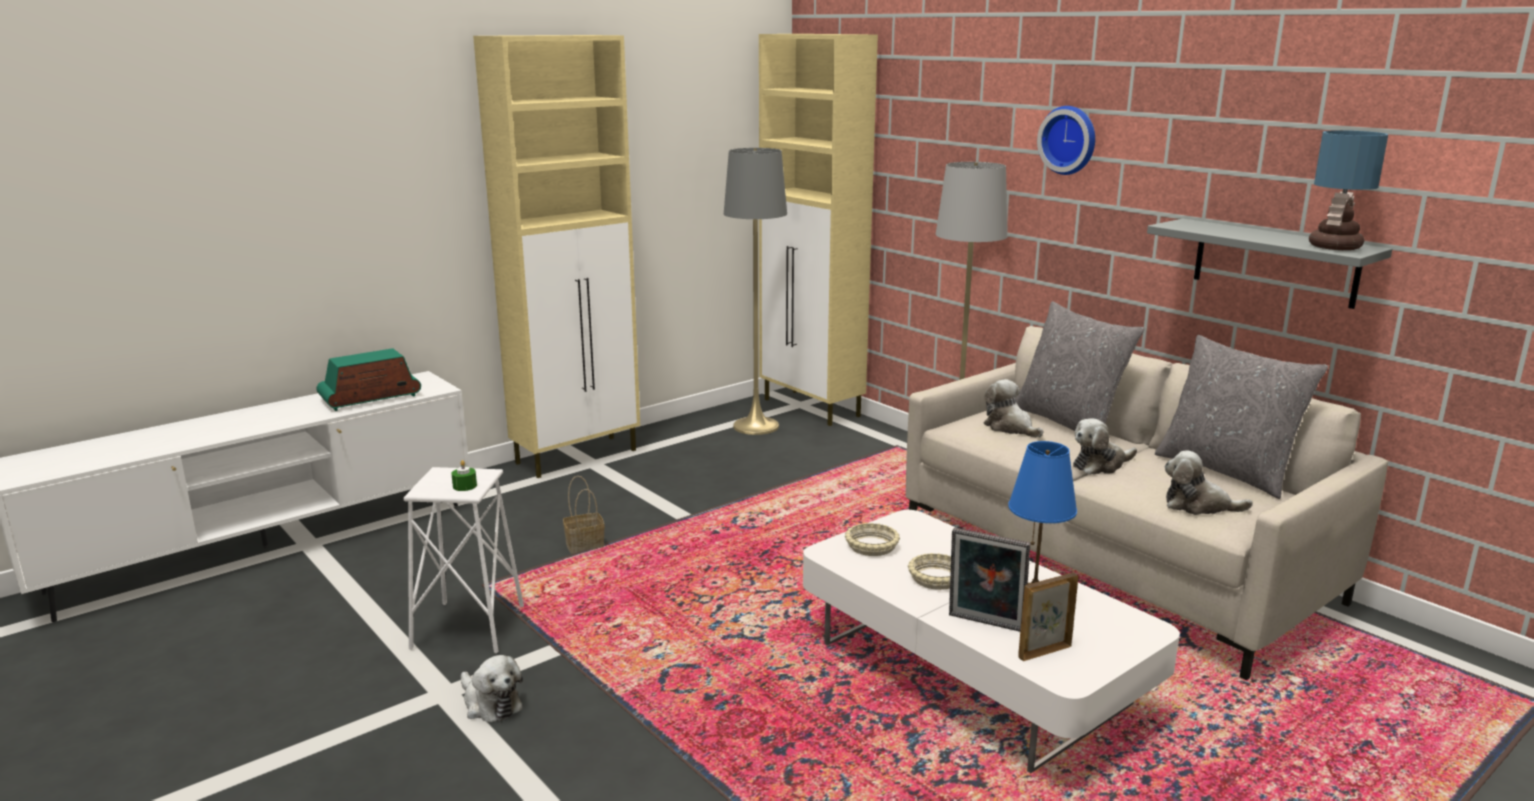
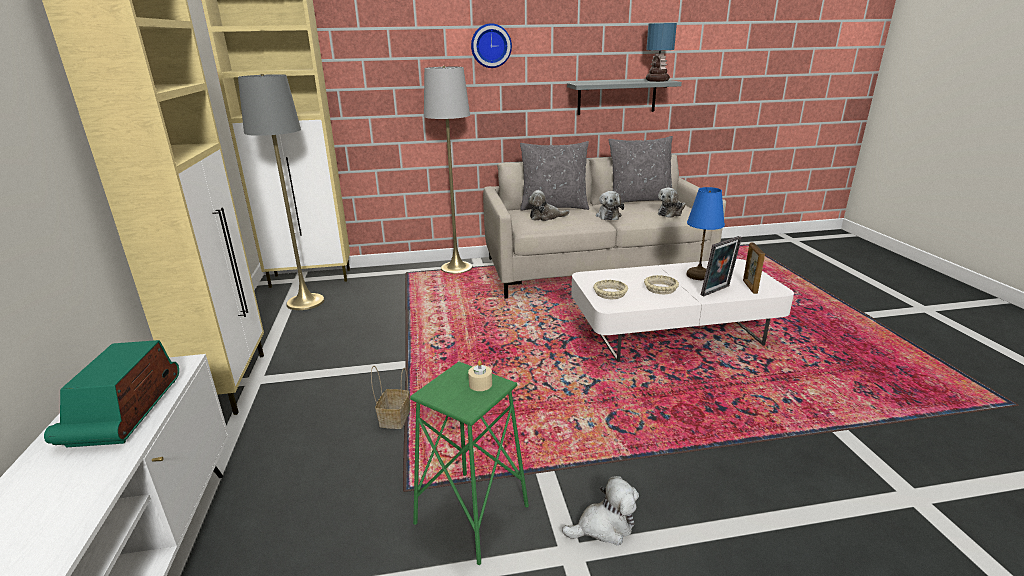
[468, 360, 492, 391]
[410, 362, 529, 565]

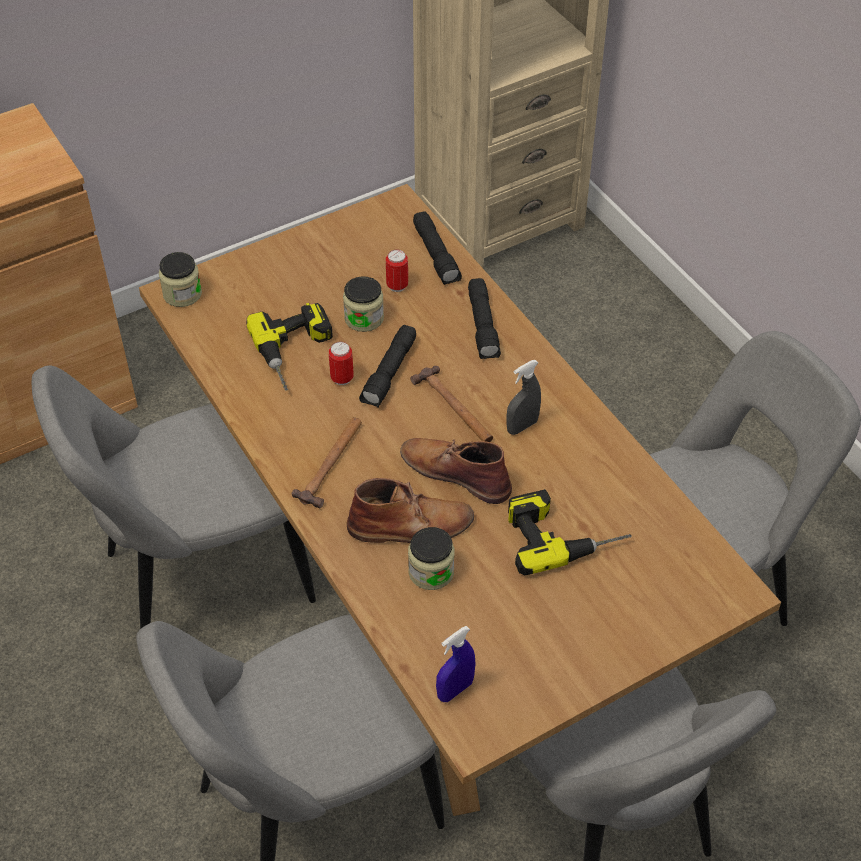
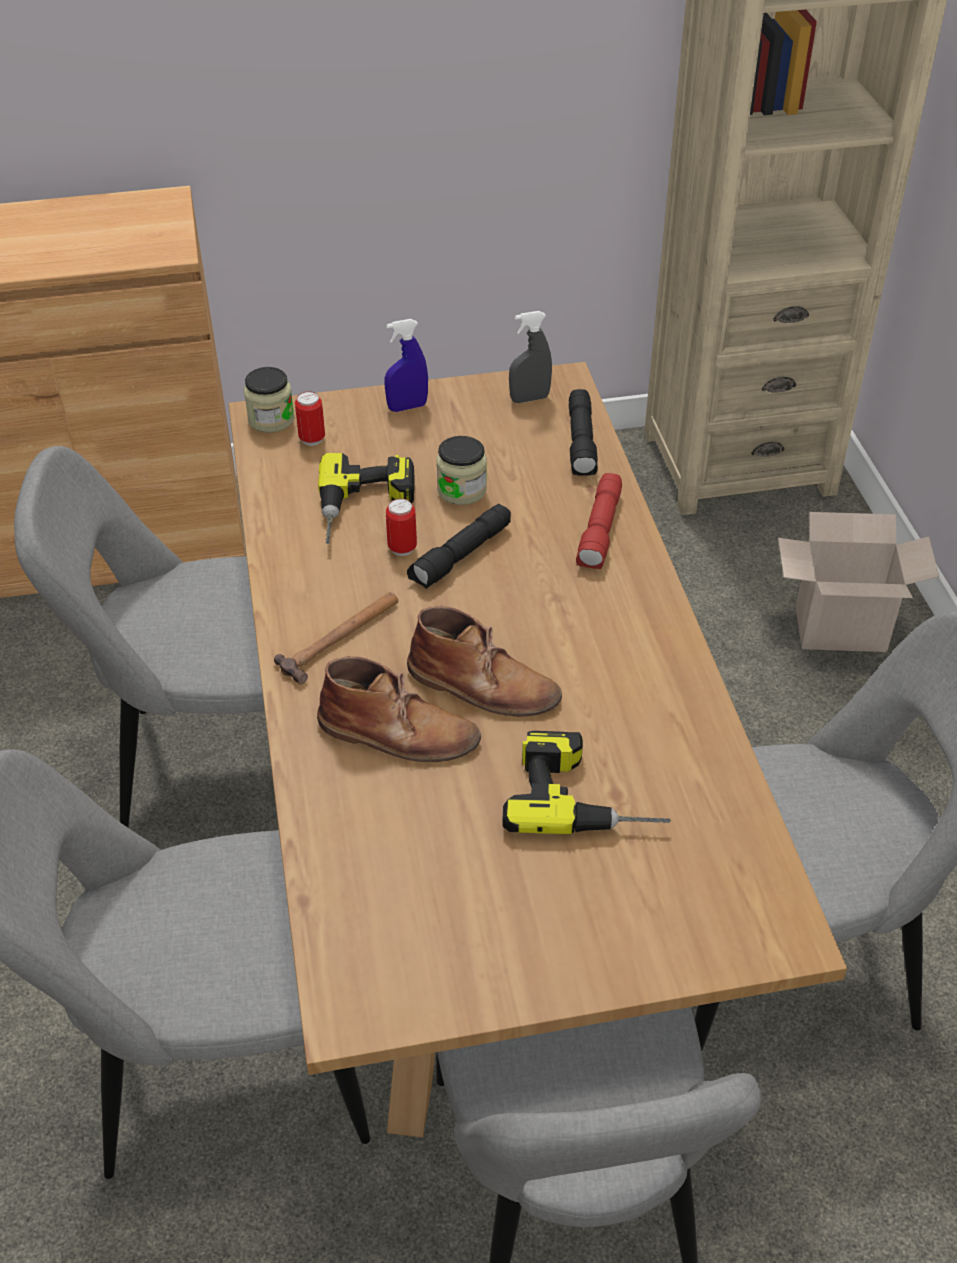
[295, 391, 325, 446]
[576, 473, 622, 569]
[509, 311, 552, 403]
[410, 366, 493, 442] (first image)
[407, 606, 562, 717]
[408, 527, 455, 590] (first image)
[385, 319, 428, 412]
[778, 512, 939, 652]

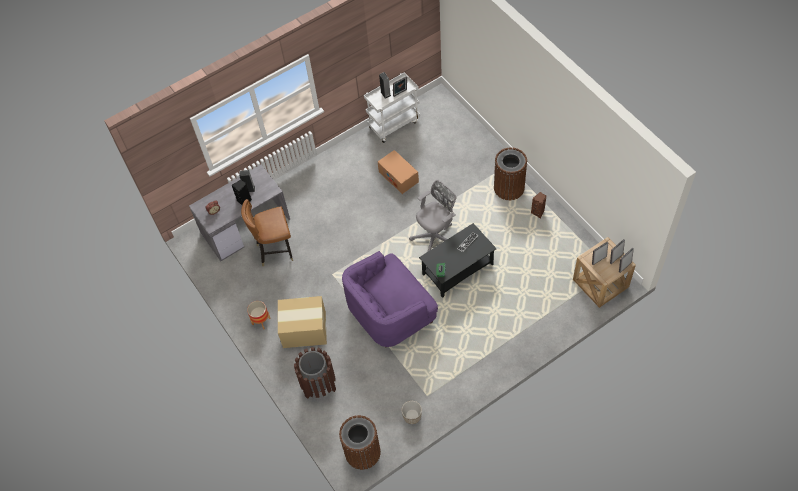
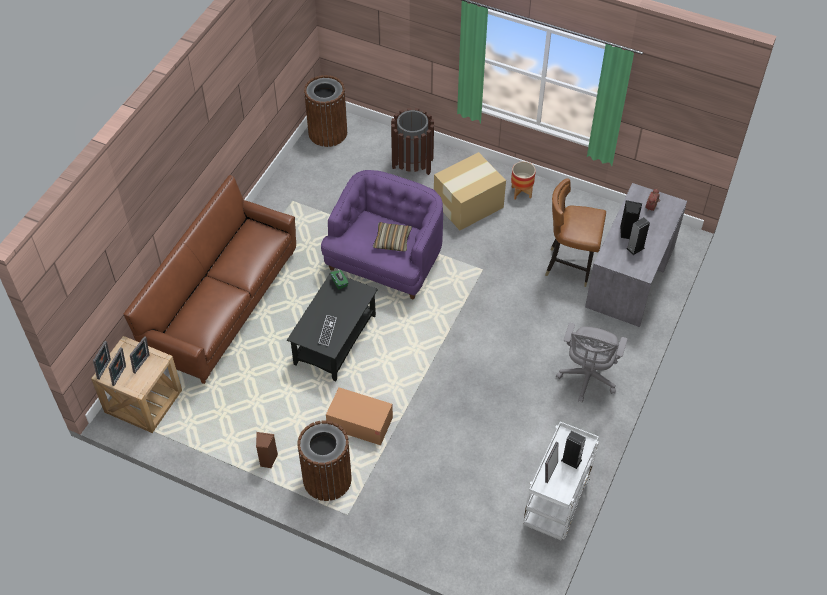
[326, 387, 393, 445]
[556, 323, 627, 402]
[545, 179, 606, 287]
[402, 401, 422, 424] (first image)
[124, 175, 296, 384]
[373, 222, 412, 252]

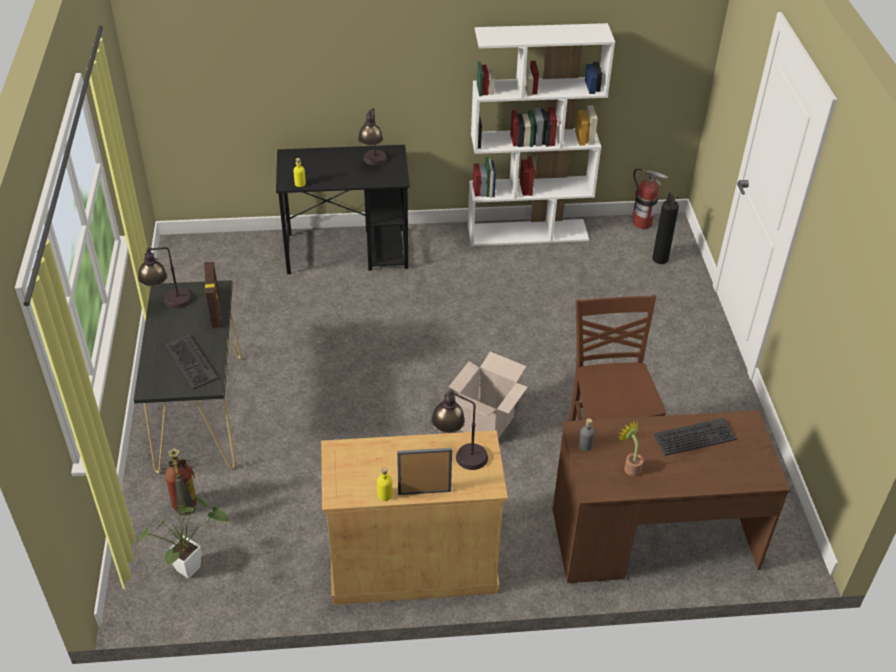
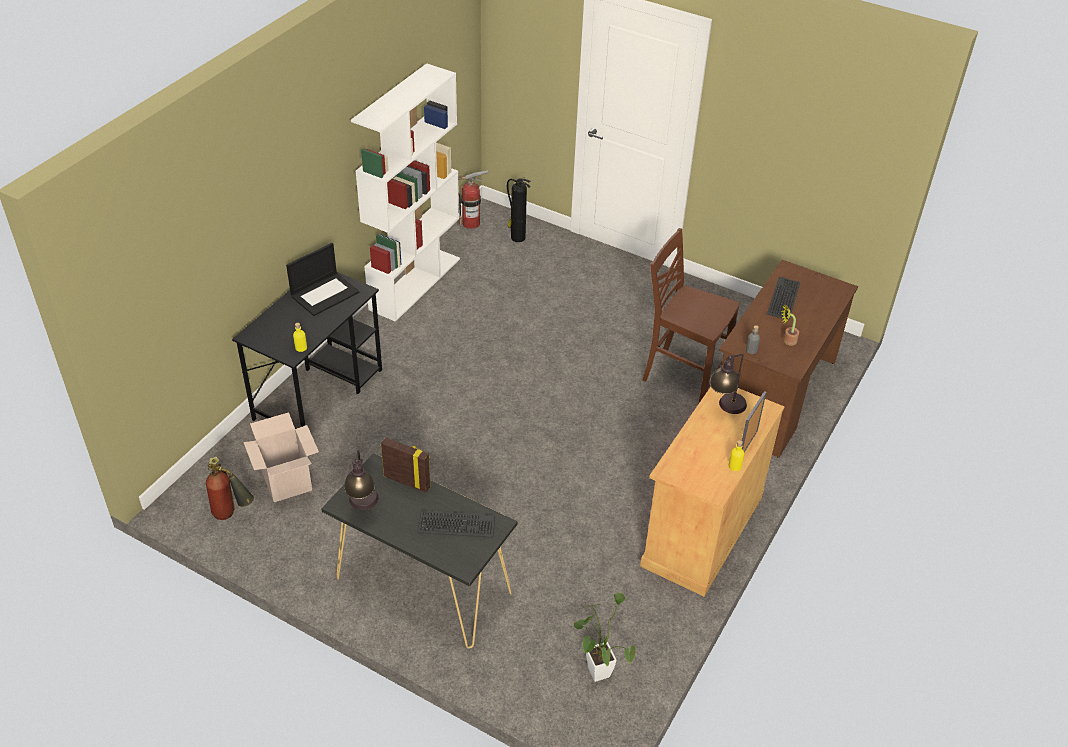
[286, 243, 359, 316]
[243, 412, 319, 502]
[206, 457, 254, 520]

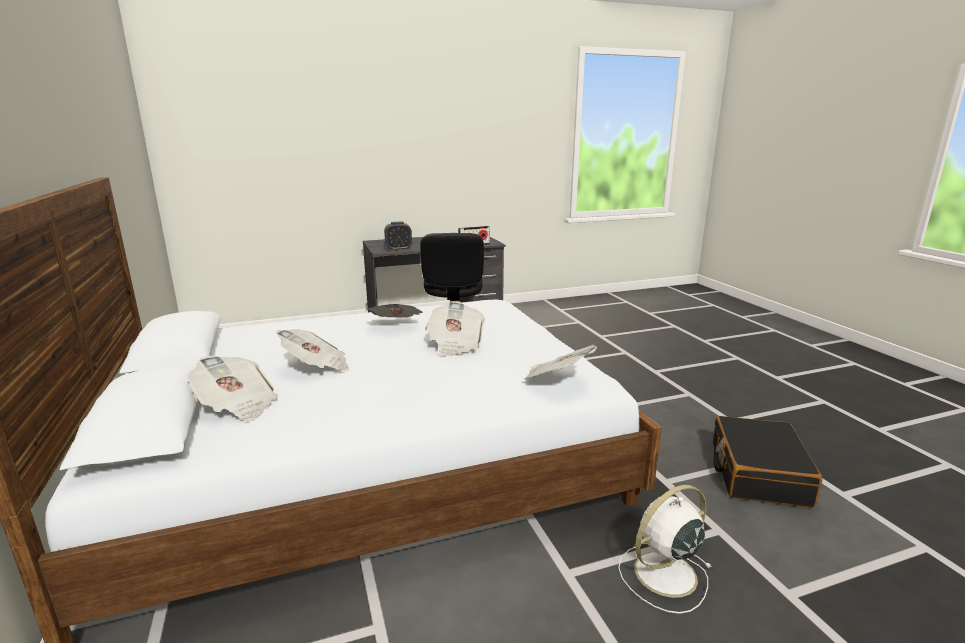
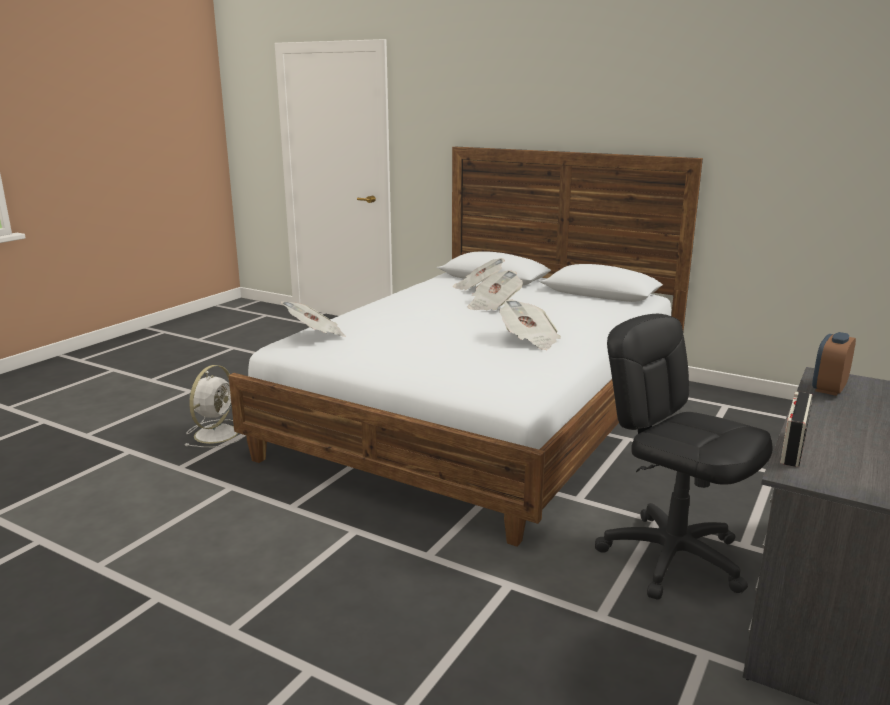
[425, 301, 485, 356] (first image)
[713, 416, 822, 508] (first image)

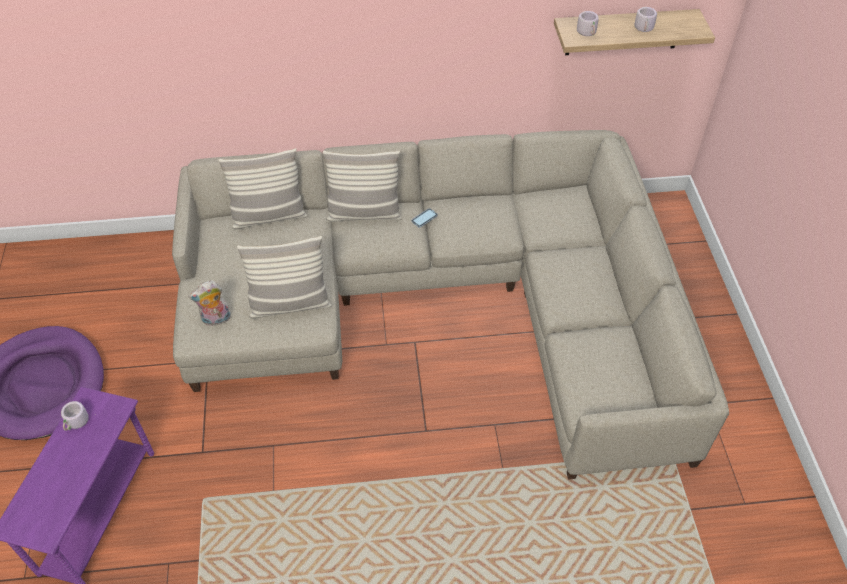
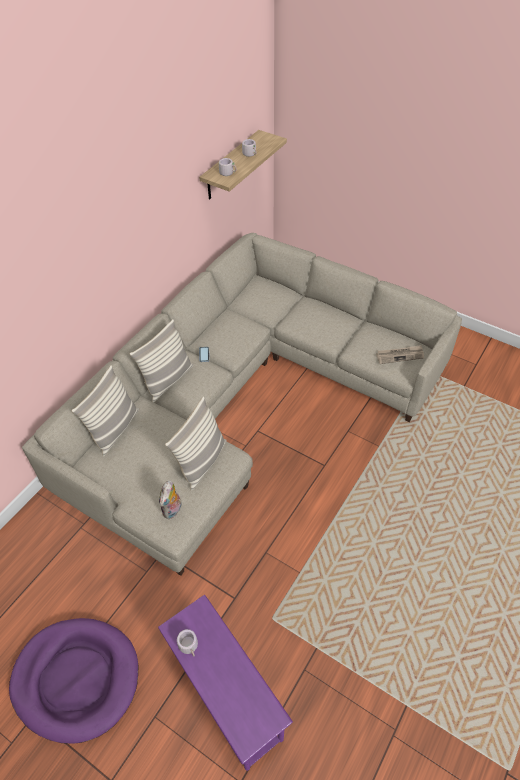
[376, 345, 424, 364]

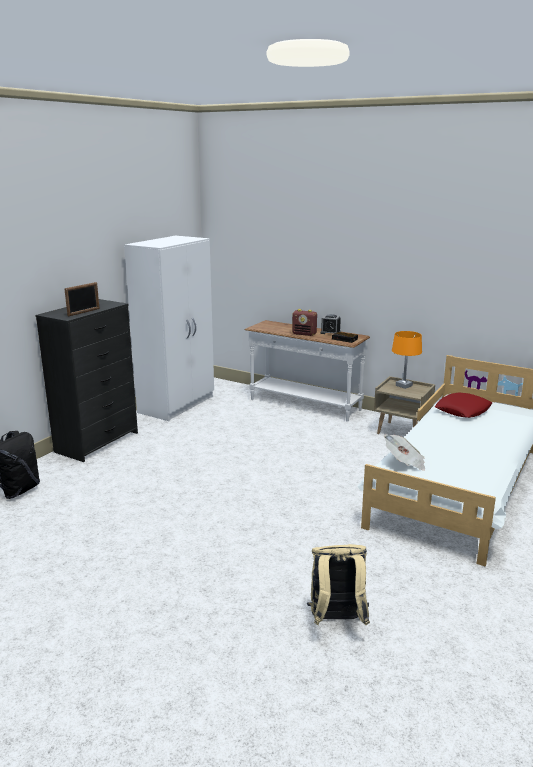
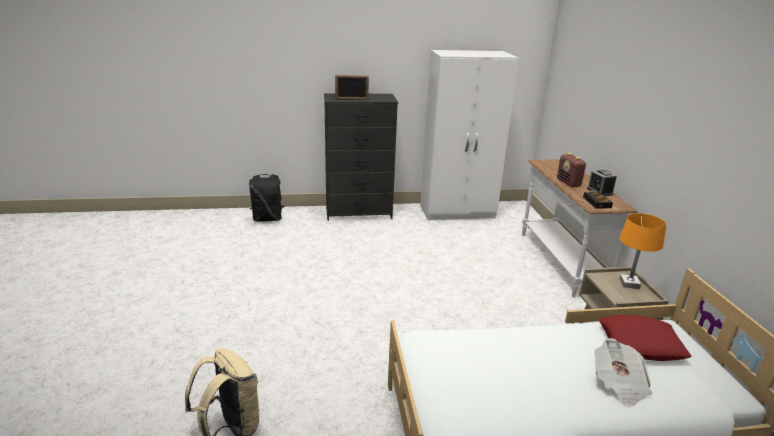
[594, 338, 652, 408]

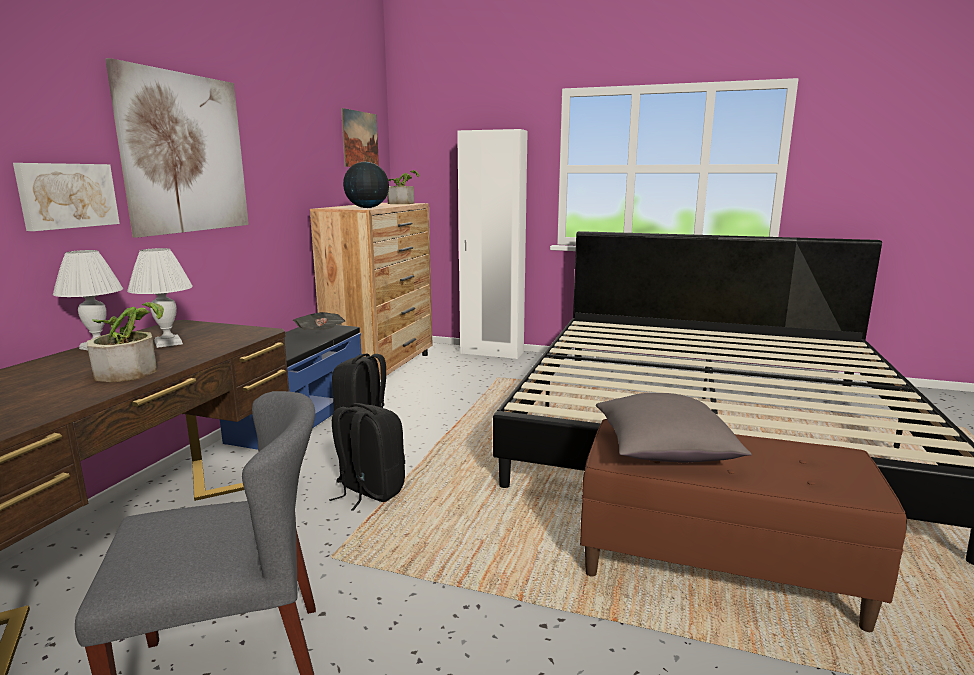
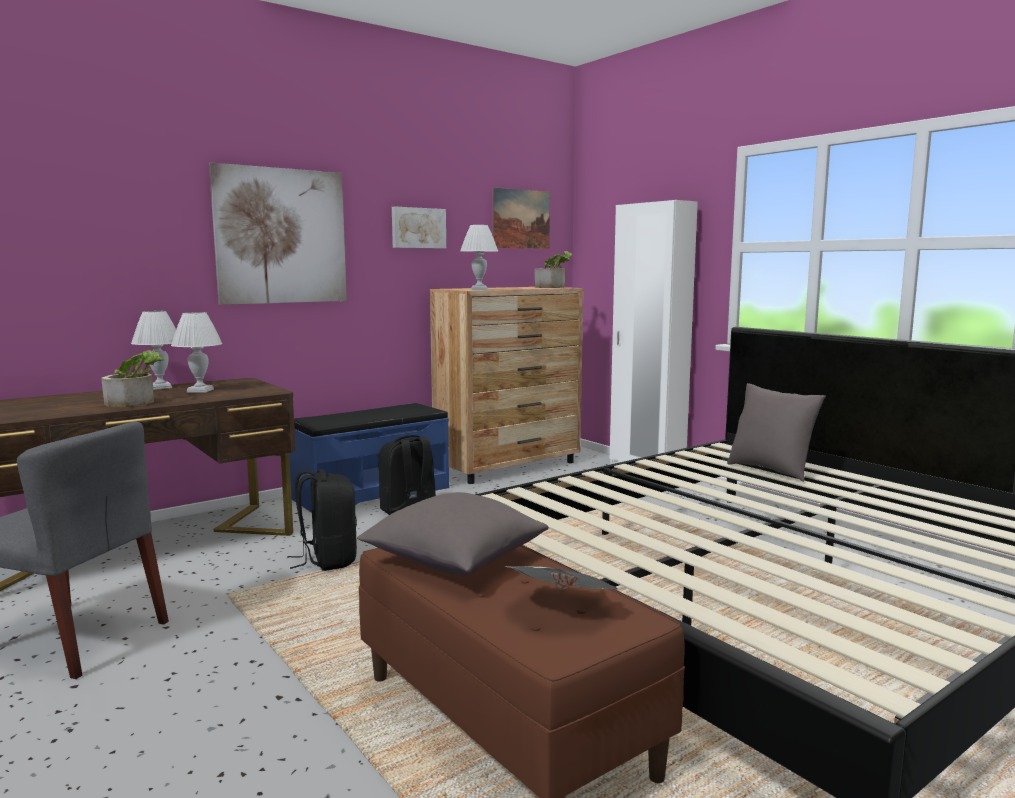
[460, 225, 498, 290]
[392, 206, 446, 248]
[505, 566, 618, 590]
[727, 383, 826, 482]

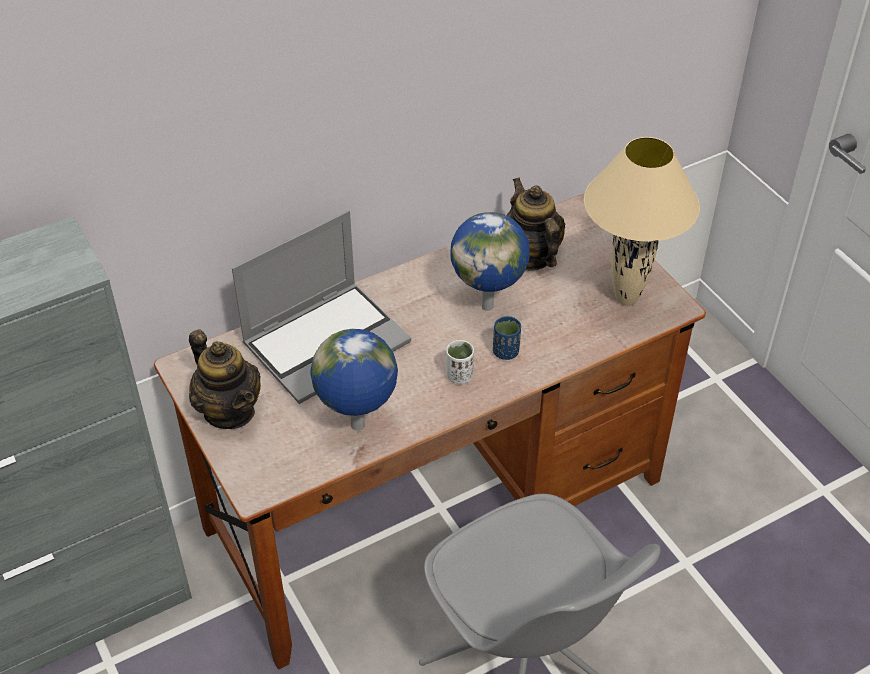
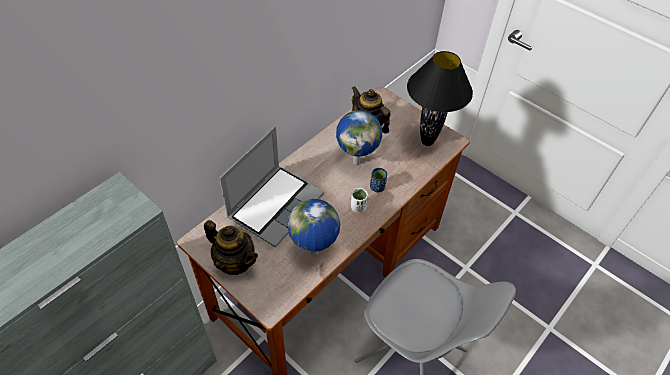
[407, 51, 473, 146]

